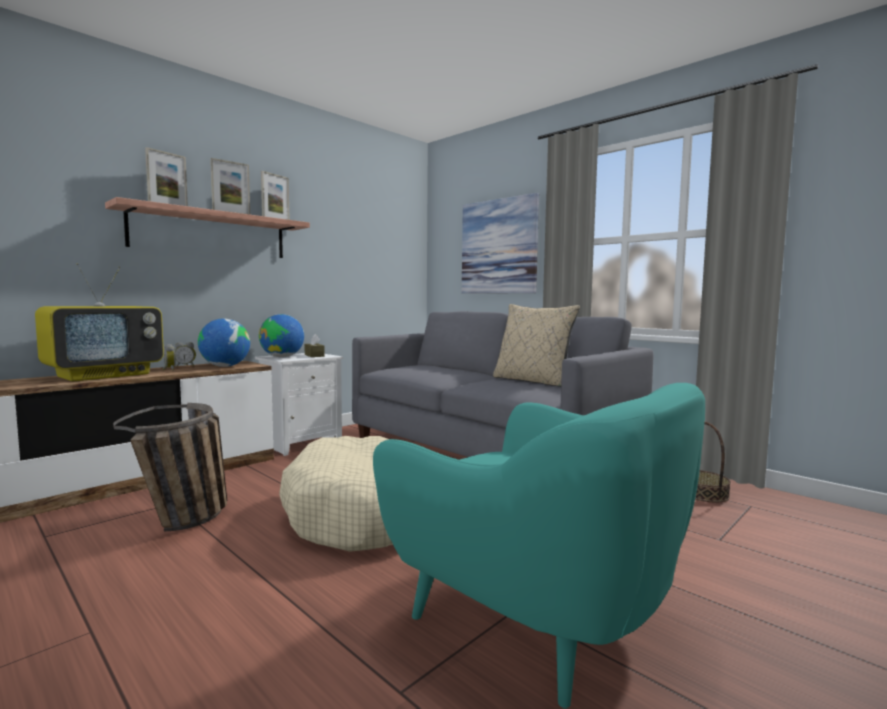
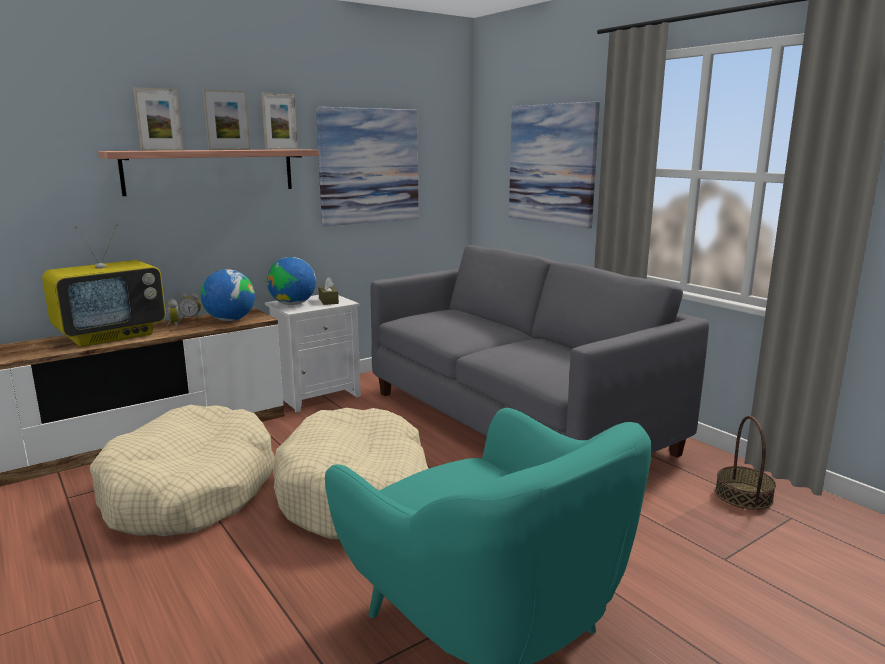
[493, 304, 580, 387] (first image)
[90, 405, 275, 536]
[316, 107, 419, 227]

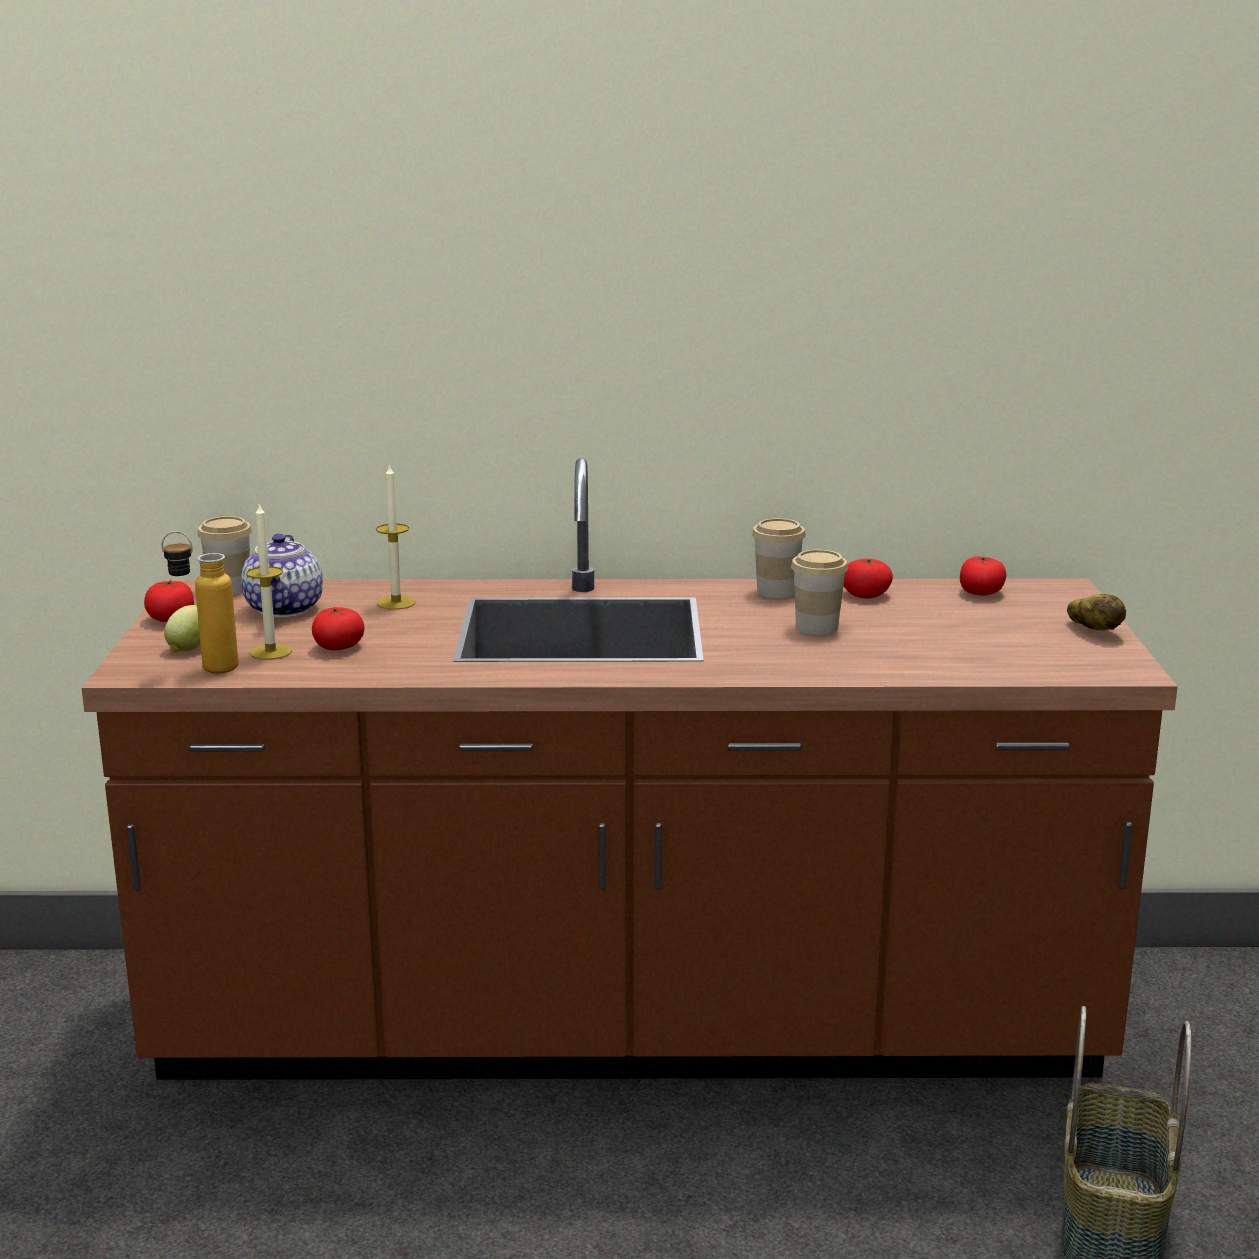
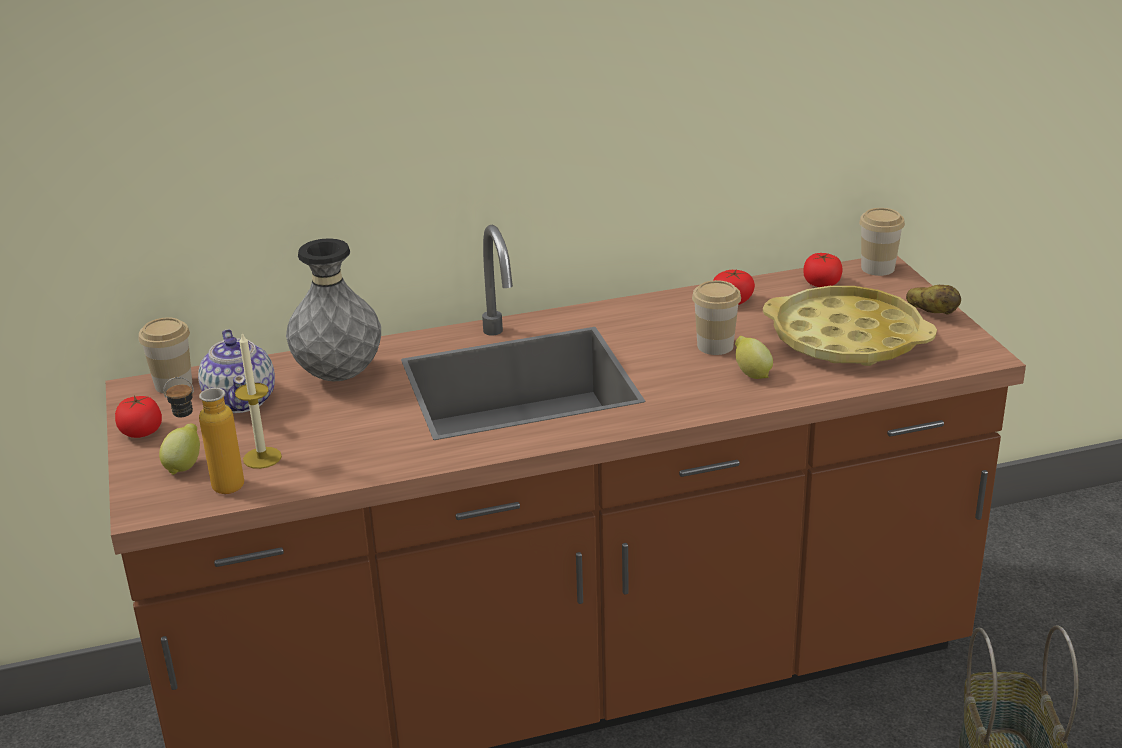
[286, 238, 381, 381]
[859, 208, 905, 276]
[312, 607, 364, 650] (first image)
[763, 286, 937, 366]
[735, 336, 773, 379]

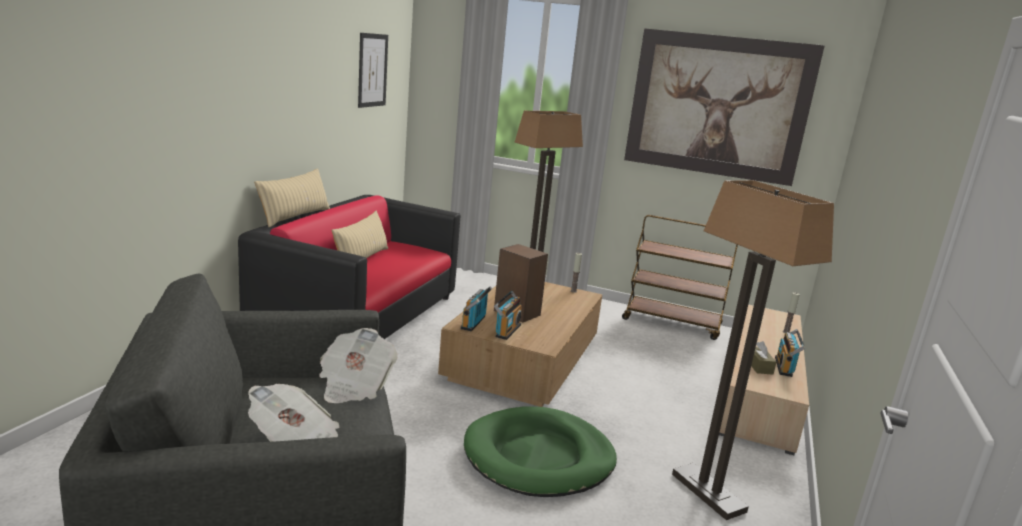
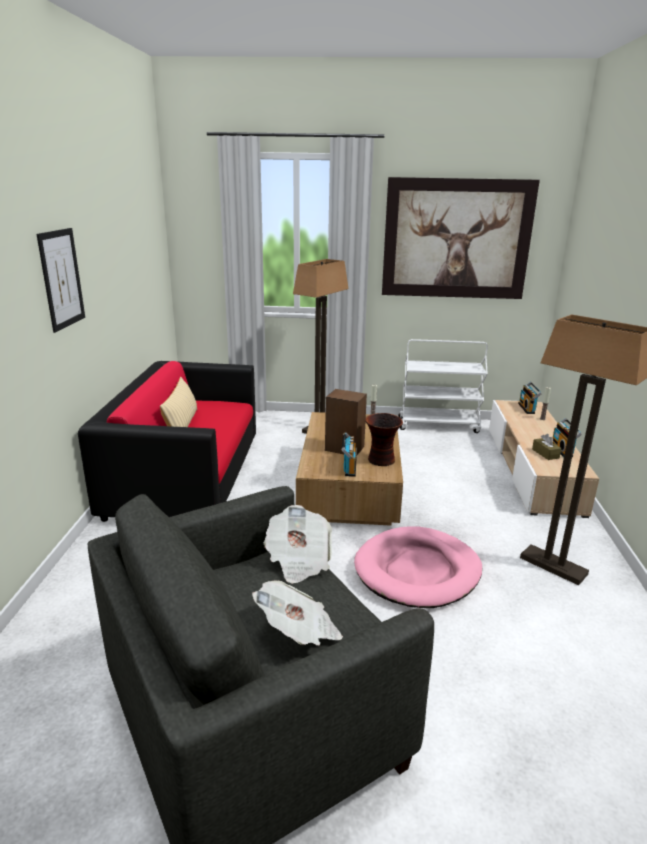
[37, 228, 85, 333]
[254, 168, 330, 227] (first image)
[398, 339, 488, 433]
[518, 382, 542, 414]
[354, 526, 482, 608]
[365, 413, 403, 466]

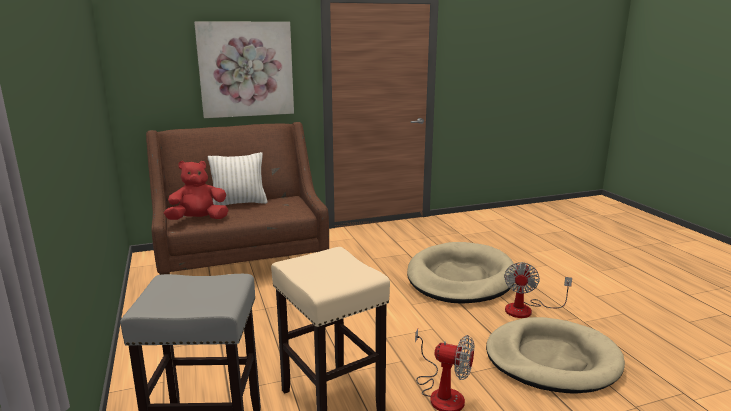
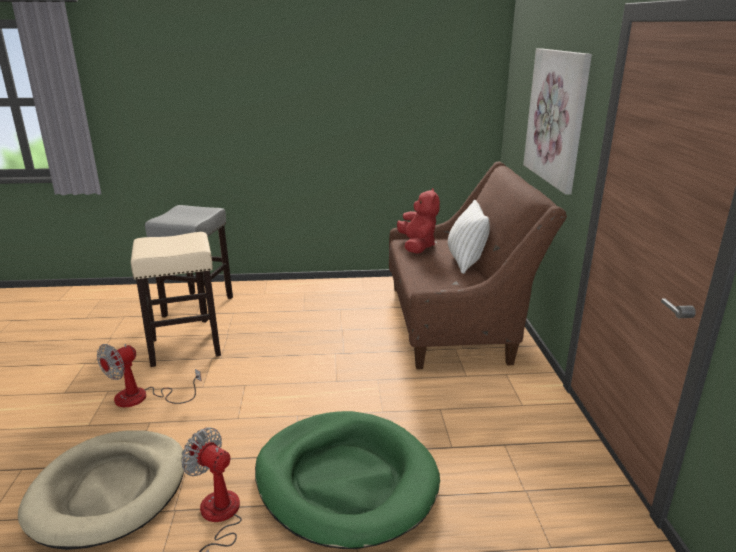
[255, 411, 440, 549]

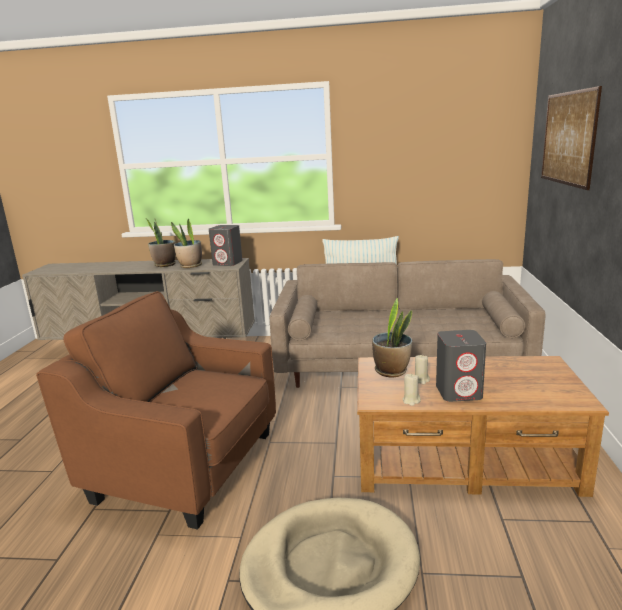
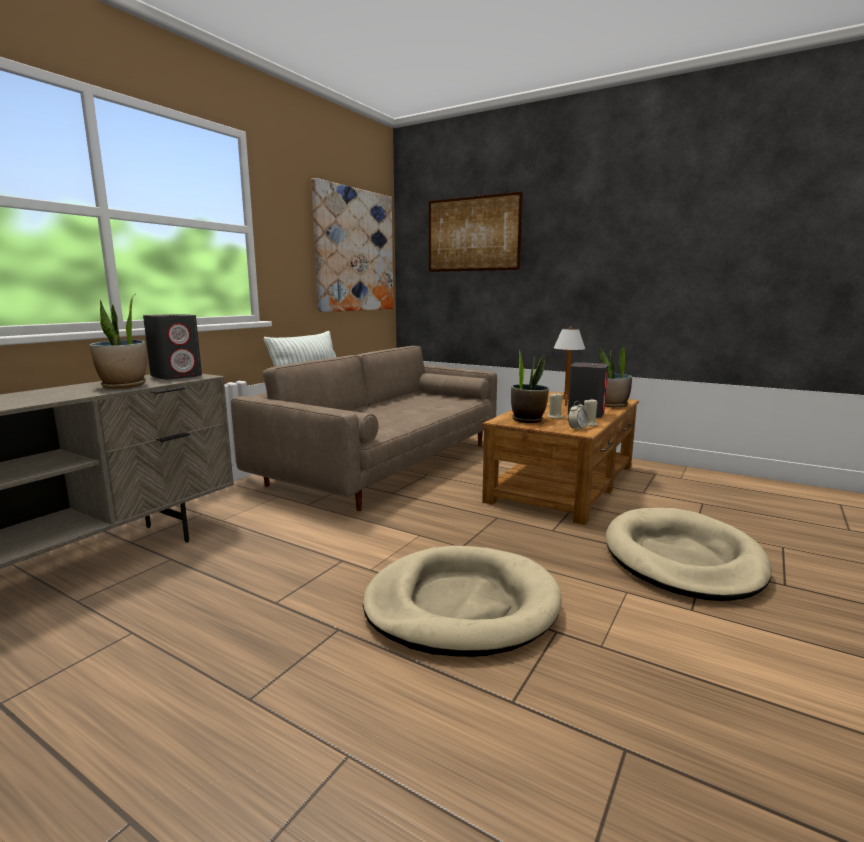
[600, 345, 632, 407]
[363, 546, 562, 657]
[311, 178, 394, 312]
[554, 326, 585, 406]
[568, 401, 588, 431]

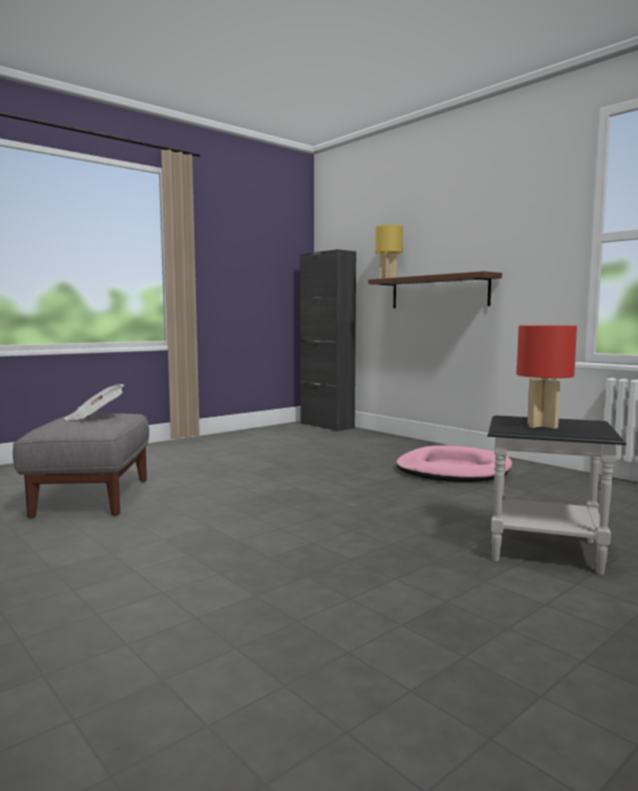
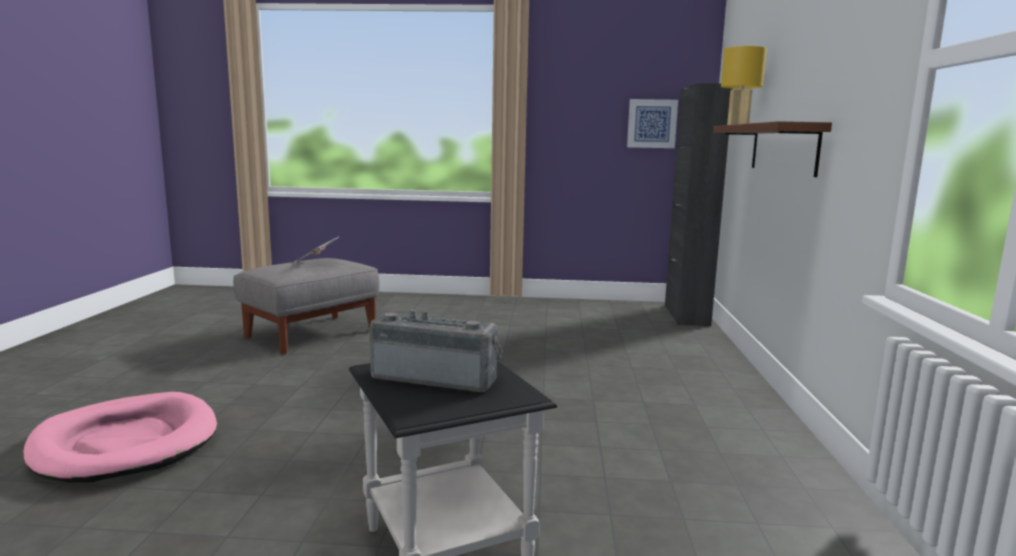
[369, 310, 503, 392]
[24, 392, 217, 483]
[627, 99, 678, 148]

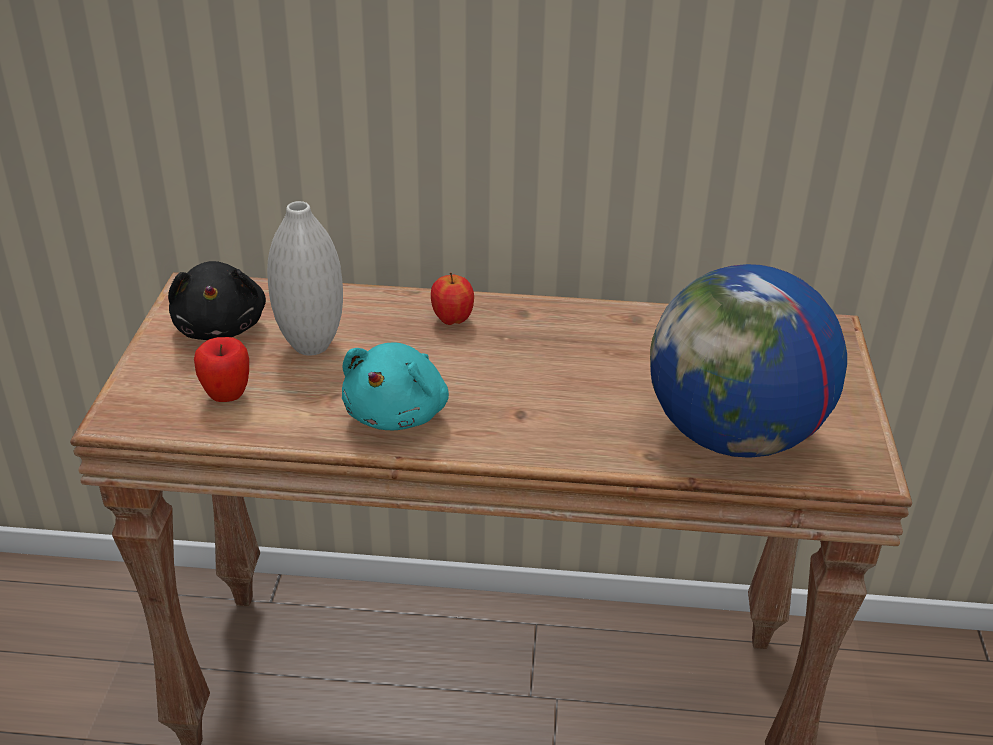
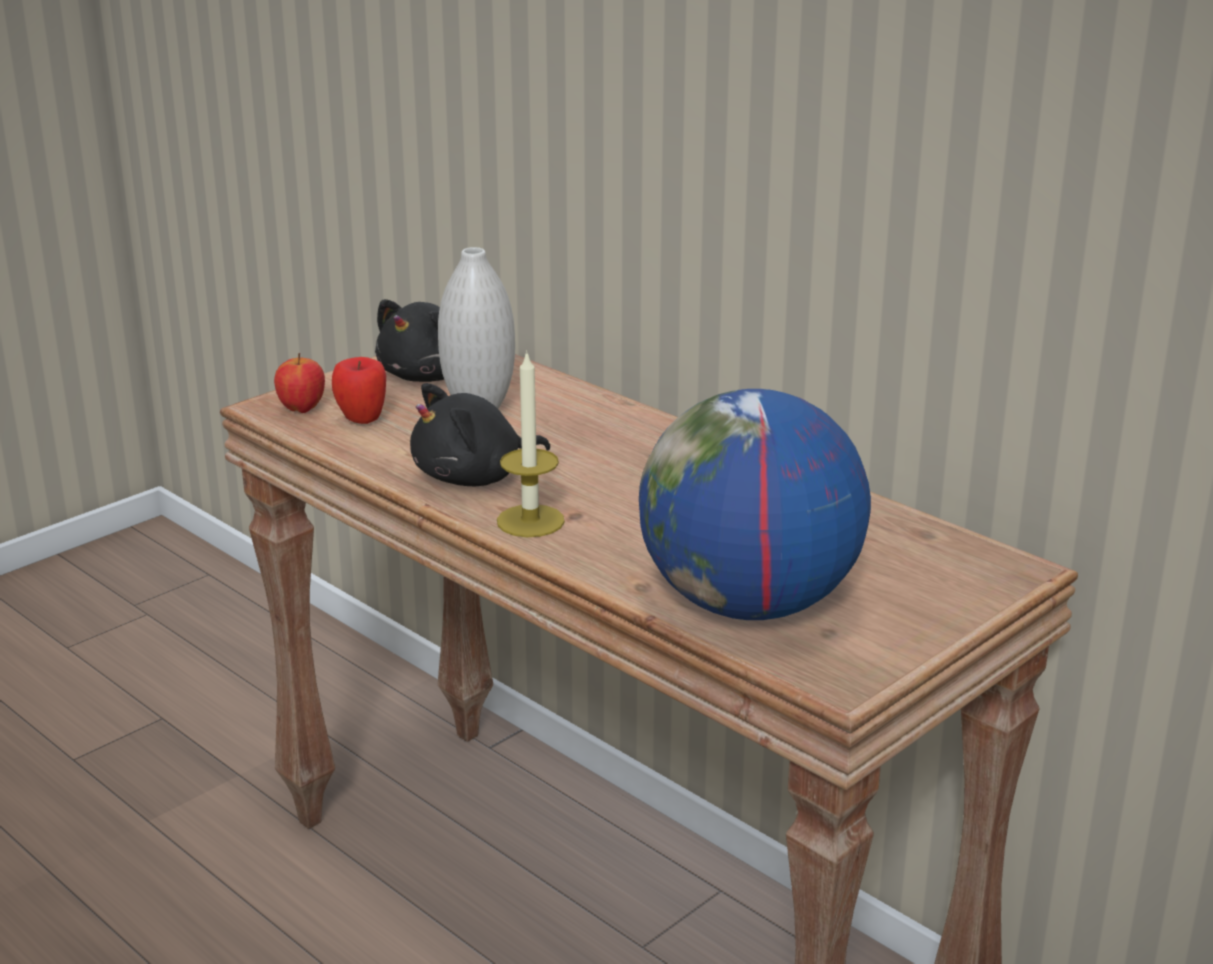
[274, 353, 325, 413]
[410, 383, 550, 486]
[497, 350, 565, 537]

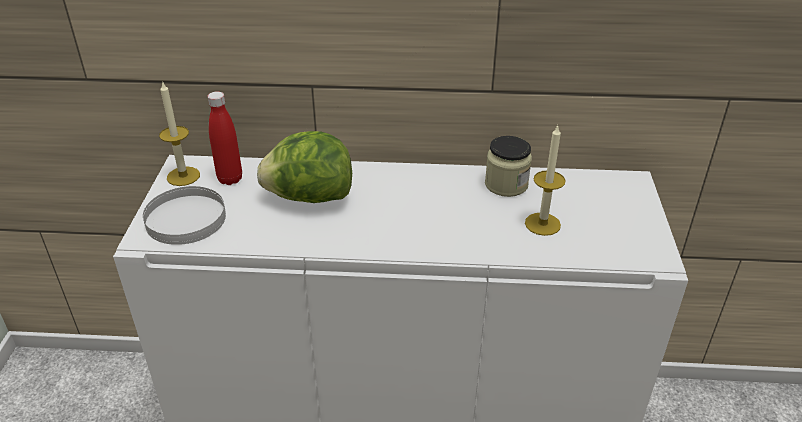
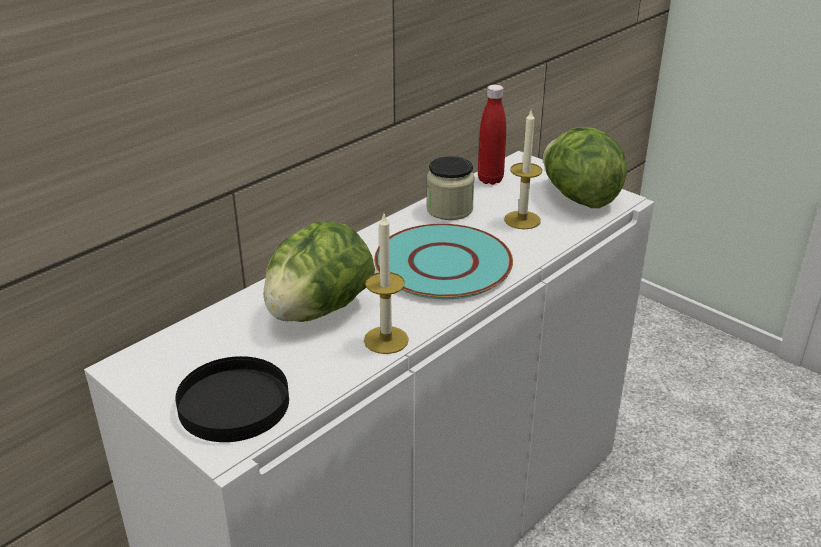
[364, 214, 409, 354]
[478, 85, 506, 185]
[175, 356, 289, 442]
[543, 127, 627, 208]
[374, 224, 513, 299]

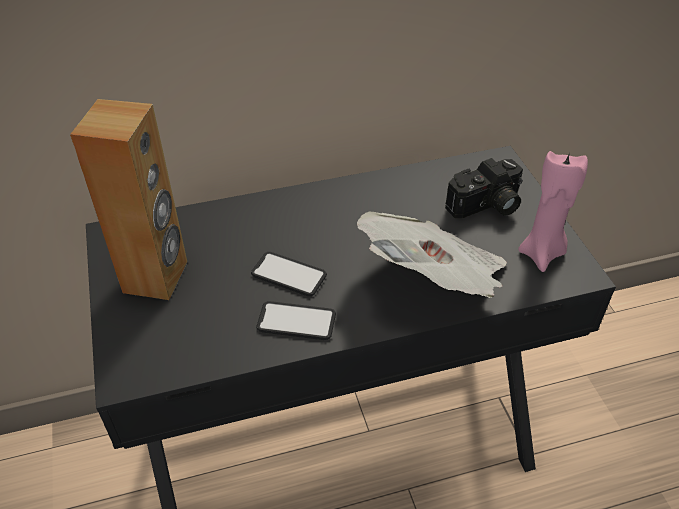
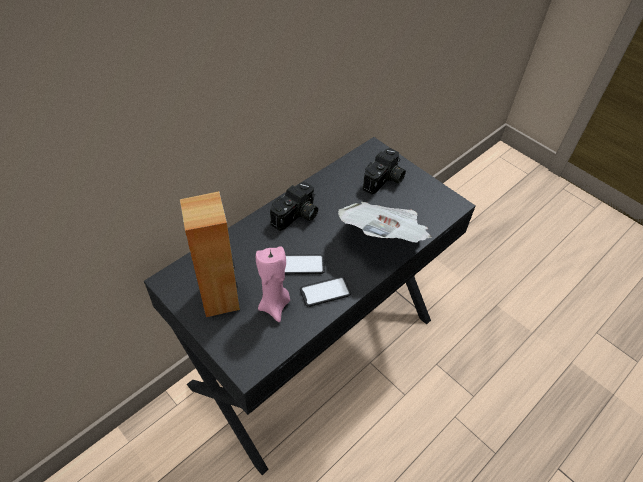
[256, 246, 290, 322]
[270, 182, 318, 231]

